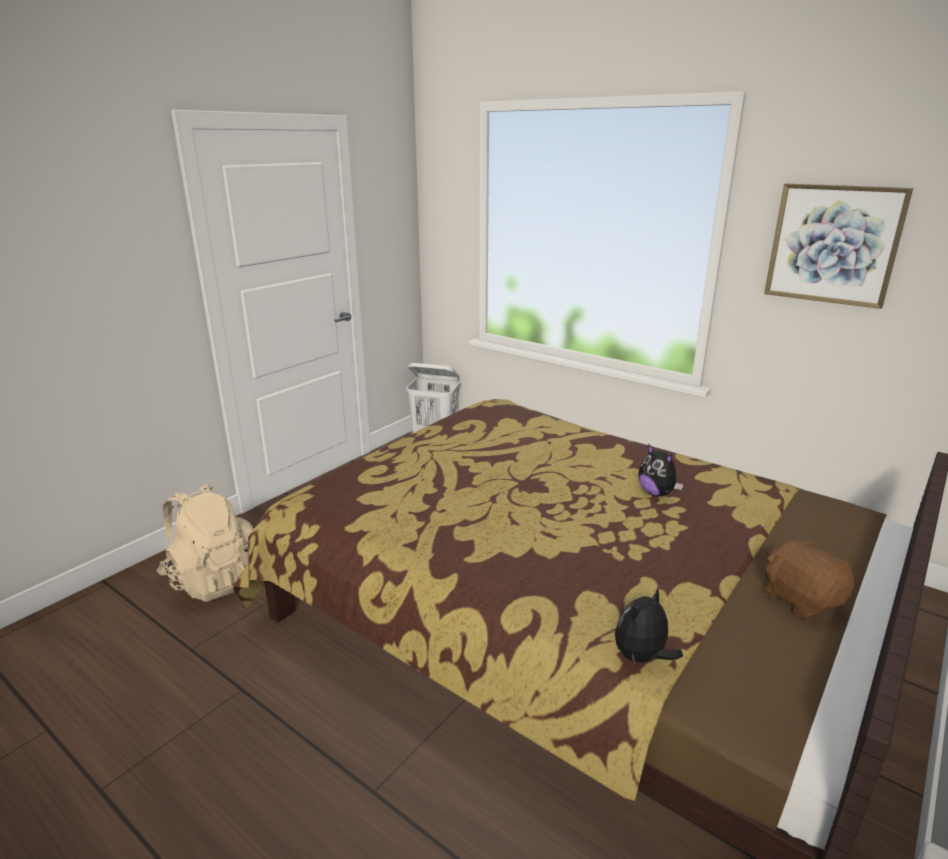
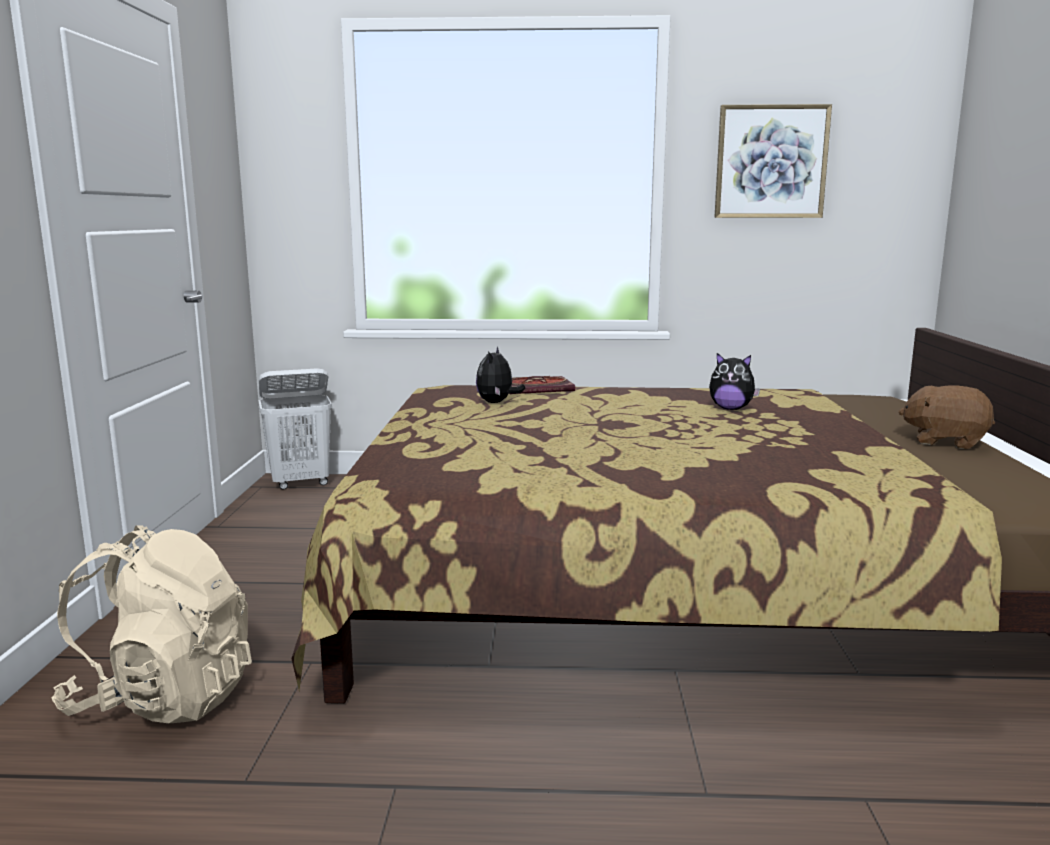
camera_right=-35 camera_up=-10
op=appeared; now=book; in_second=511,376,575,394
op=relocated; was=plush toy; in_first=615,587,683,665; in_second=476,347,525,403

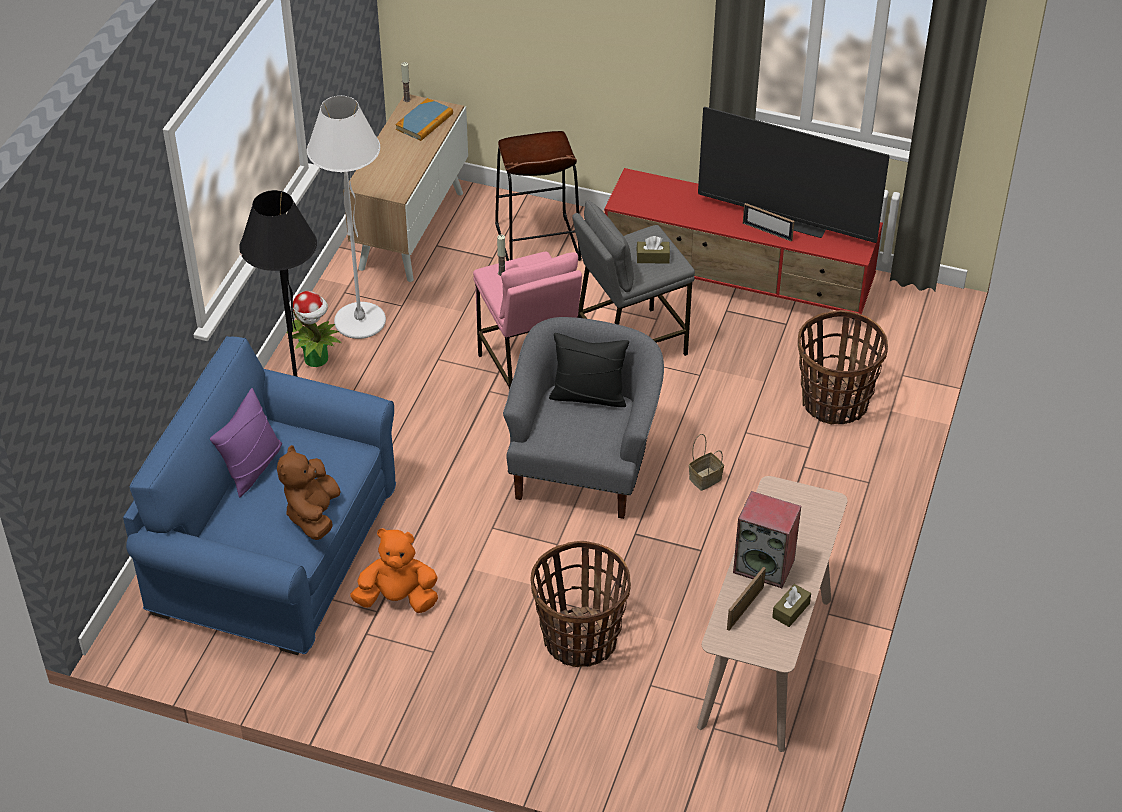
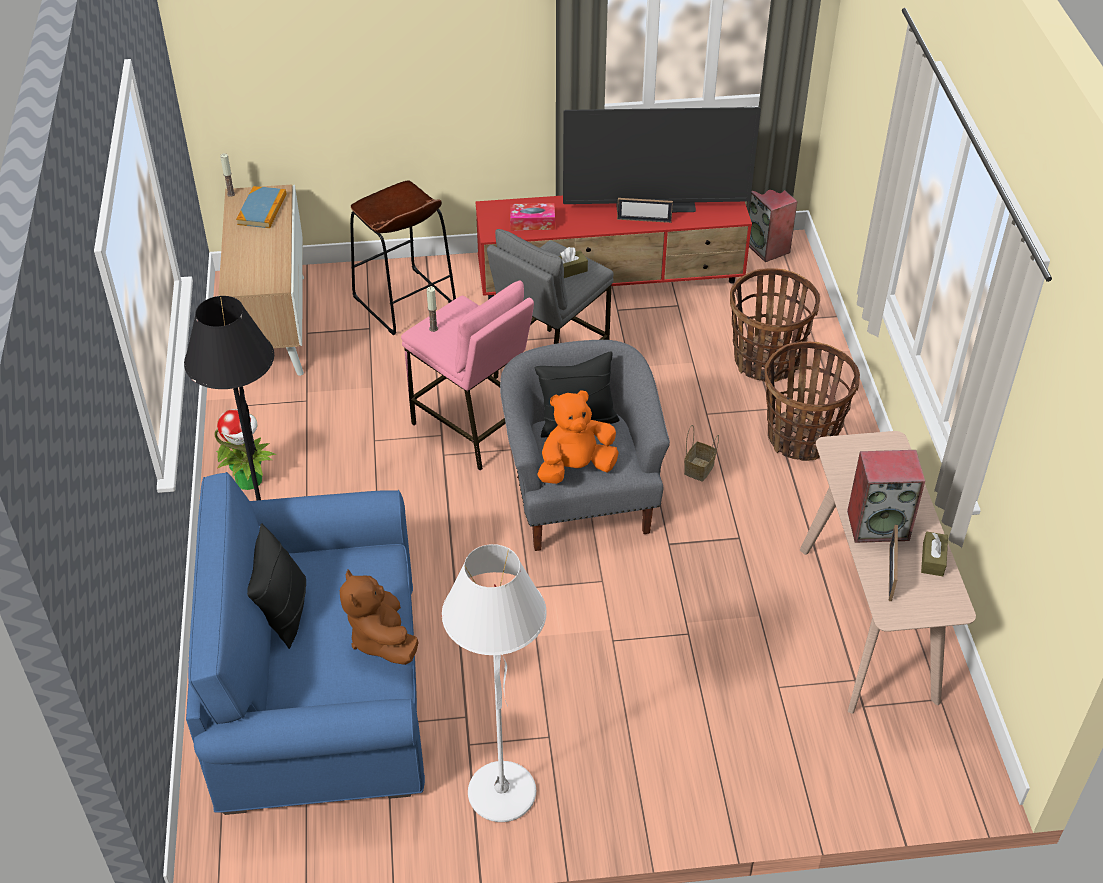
camera_right=-25 camera_up=0
op=appeared; now=tissue box; in_second=510,203,555,230
op=appeared; now=speaker; in_second=746,190,798,262
op=relocated; was=white floor lamp; in_first=307,96,386,339; in_second=442,544,547,822
op=relocated; was=orange plush toy; in_first=350,528,438,613; in_second=537,390,619,484
op=relocated; was=basket; in_first=530,541,631,667; in_second=765,341,860,461
op=colour; was=purple pillow; now=black pillow; in_first=210,388,282,497; in_second=247,523,306,649

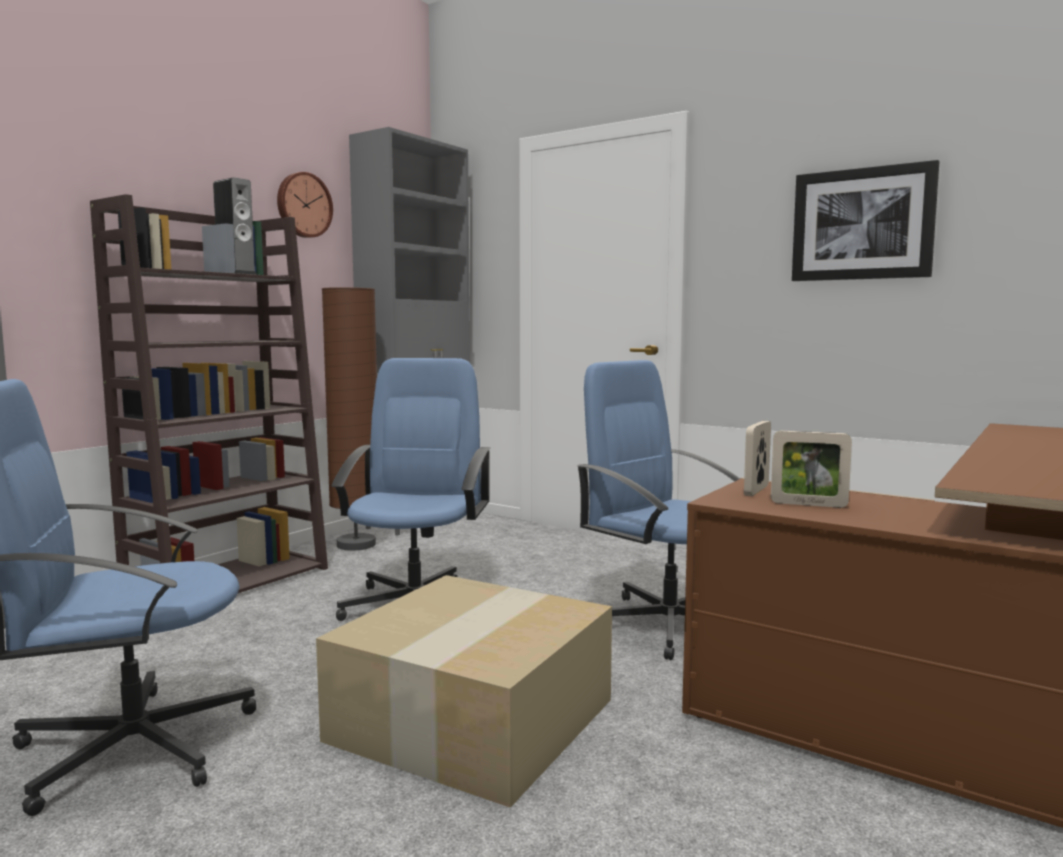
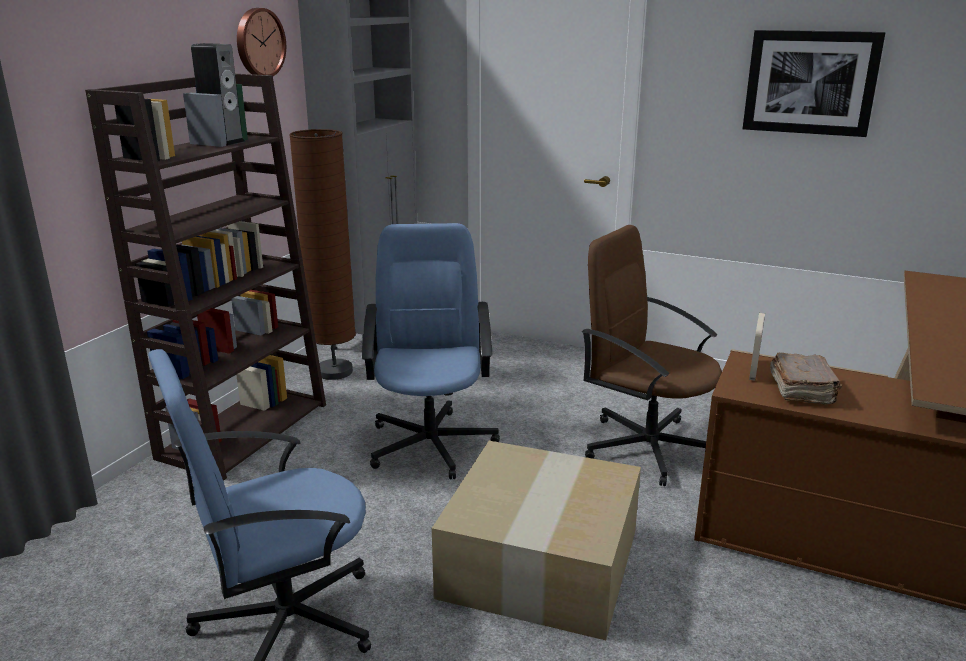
camera_right=-10 camera_up=15
op=exchanged; was=picture frame; now=brown book; in_first=771,431,852,508; in_second=770,352,842,405
op=colour; was=blue office chair; now=brown office chair; in_first=577,360,740,660; in_second=582,225,722,486

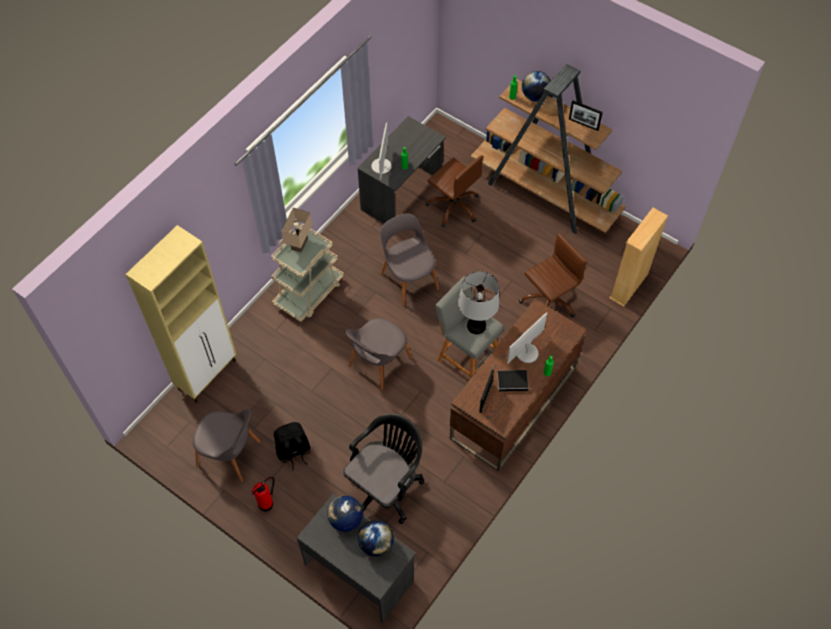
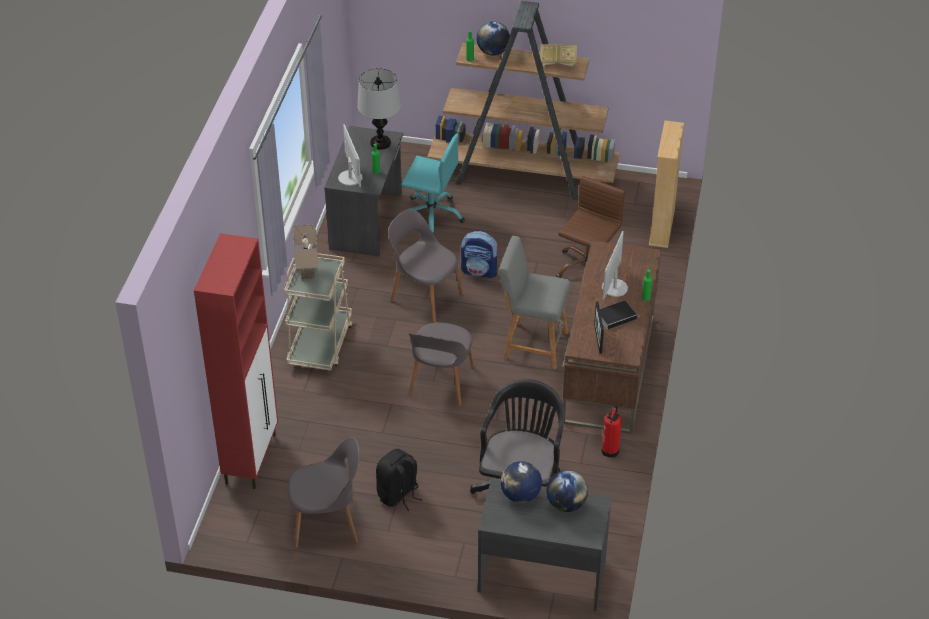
camera_right=-25 camera_up=-15
op=appeared; now=backpack; in_second=461,231,499,279
op=relocated; was=fire extinguisher; in_first=251,476,275,511; in_second=602,404,622,458
op=relocated; was=table lamp; in_first=458,271,499,334; in_second=357,68,401,149
op=exchanged; was=picture frame; now=book; in_first=569,101,603,131; in_second=540,44,577,66
op=colour; was=beige cabinet; now=red cabinet; in_first=126,225,237,403; in_second=194,233,278,489
op=colour; was=brown office chair; now=turquoise office chair; in_first=425,155,484,228; in_second=401,133,465,235

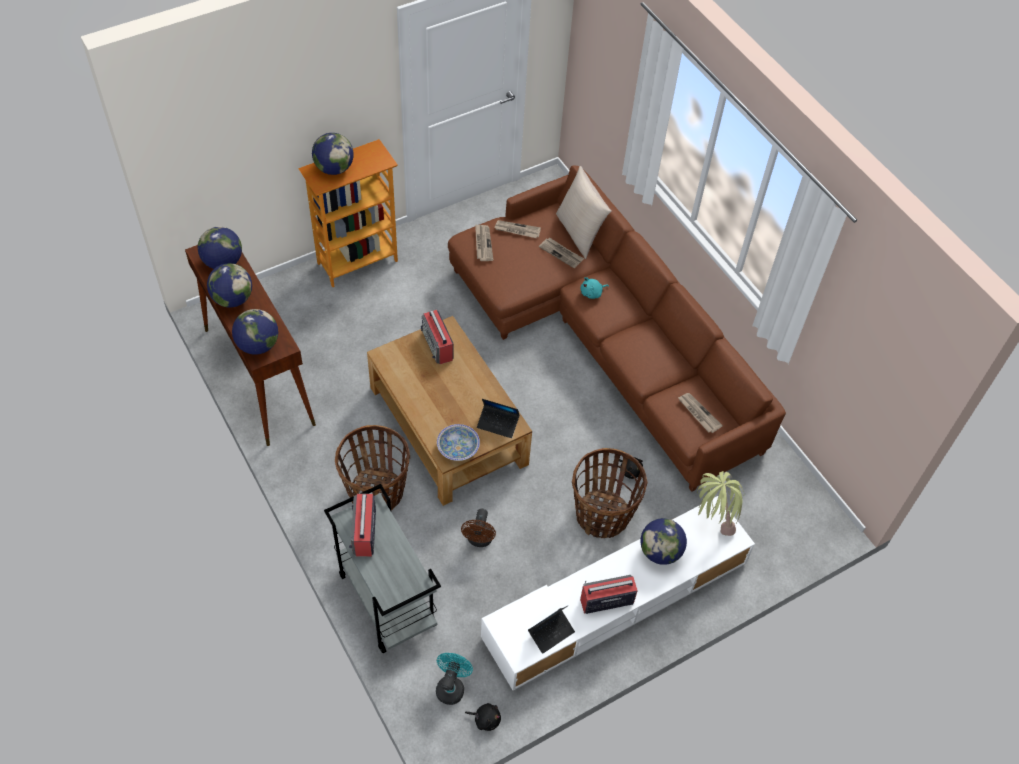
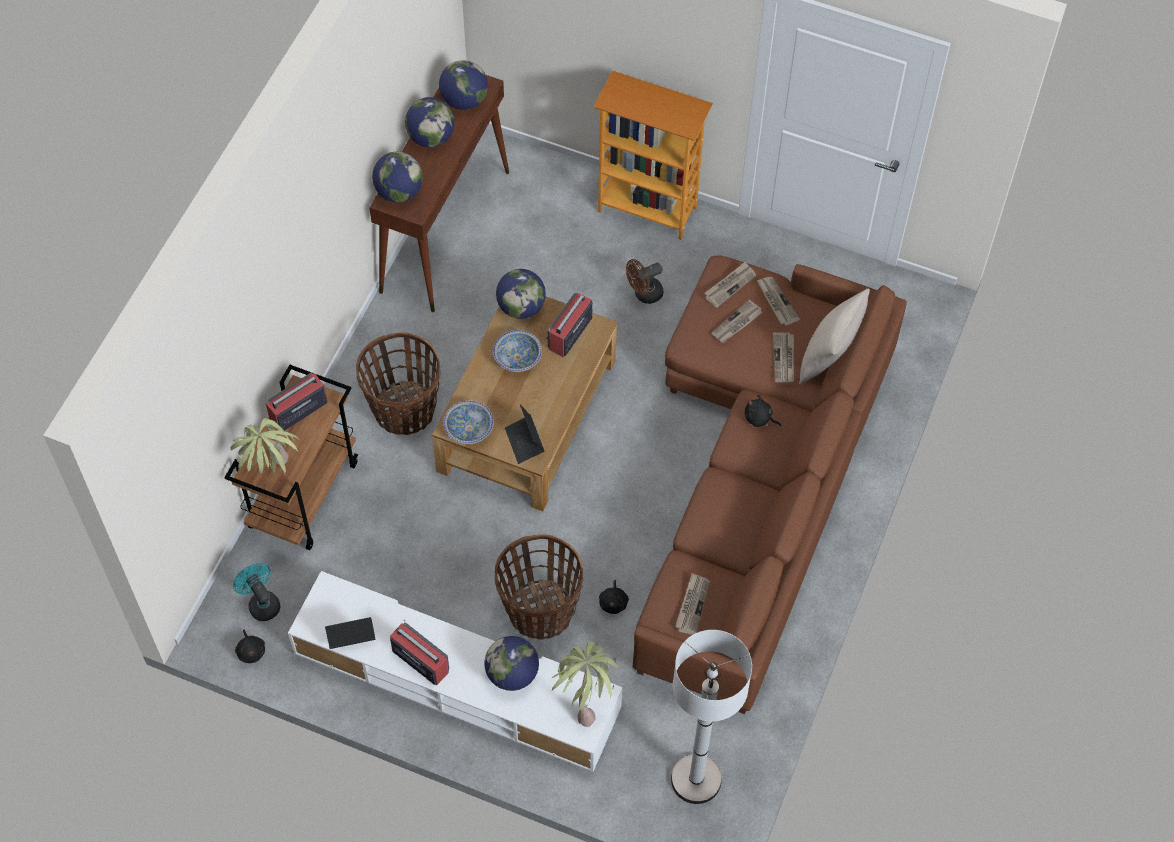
camera_right=55 camera_up=5
op=appeared; now=potted plant; in_second=230,418,301,475
op=appeared; now=bowl; in_second=493,330,542,372
op=appeared; now=white floor lamp; in_second=671,630,752,804
op=appeared; now=newspaper; in_second=711,299,763,343
op=relocated; was=globe; in_first=312,133,354,175; in_second=496,269,546,319
op=relocated; was=brown fan; in_first=461,509,496,547; in_second=626,259,664,304
op=colour; was=grey cart; now=brown cart; in_first=324,484,441,653; in_second=224,365,358,550
op=colour; was=turquoise plush toy; now=black plush toy; in_first=581,277,609,299; in_second=745,395,781,427
op=spun; was=turquoise fan; in_first=436,653,473,705; in_second=233,563,280,621; clockwise=-105
op=spun; was=laptop; in_first=528,606,575,654; in_second=325,617,375,649; clockwise=150

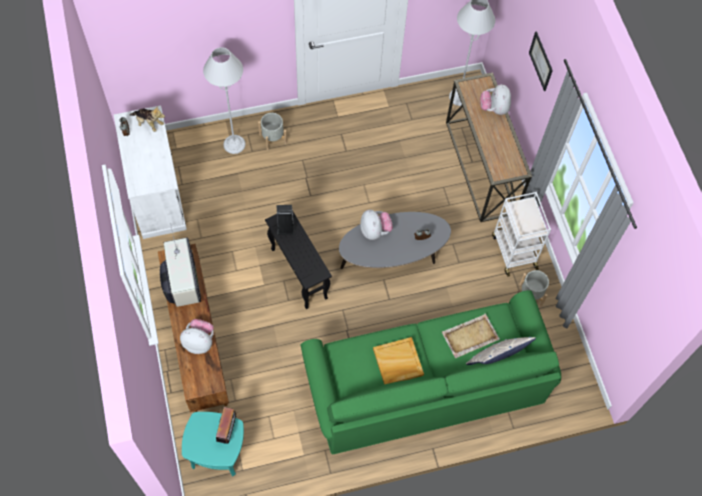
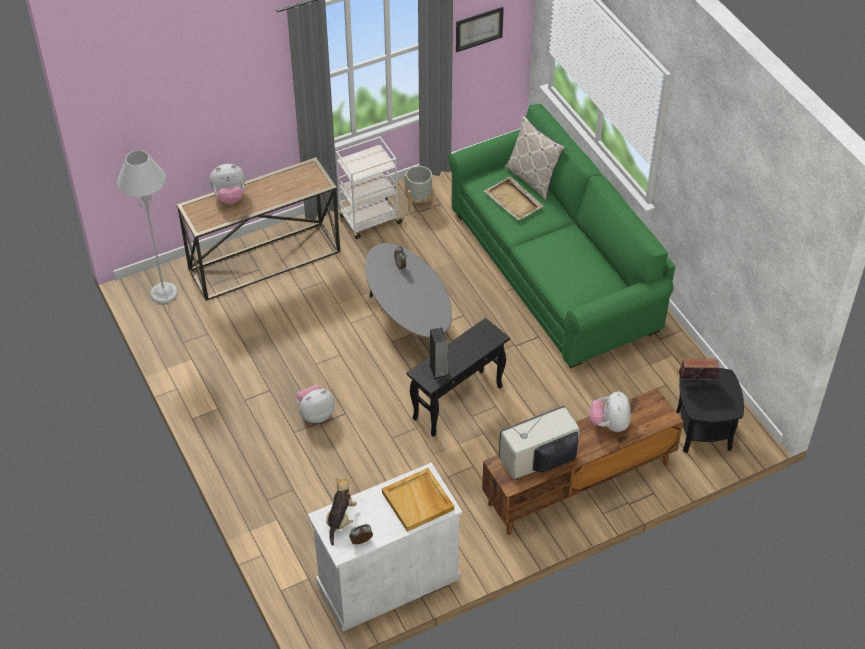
camera_right=-100 camera_up=-15
op=missing; was=grey floor lamp; in_first=203,47,246,154
op=missing; was=grey planter; in_first=258,113,287,151
op=relocated; was=plush toy; in_first=360,210,393,240; in_second=296,385,335,423
op=relocated; was=beige tray; in_first=373,337,424,384; in_second=382,468,454,532
op=relocated; was=picture; in_first=529,31,553,91; in_second=456,7,504,52
op=colour; was=turquoise side table; now=black side table; in_first=182,412,244,477; in_second=676,368,744,453

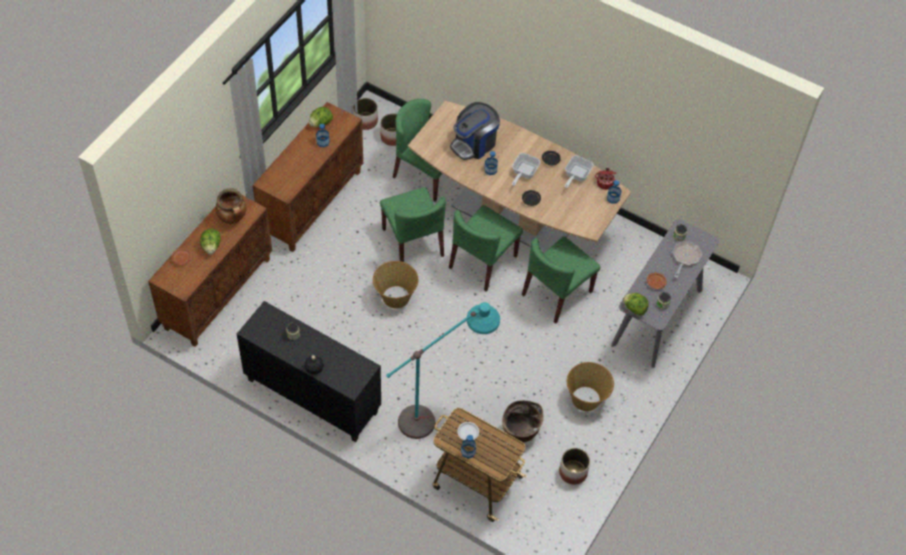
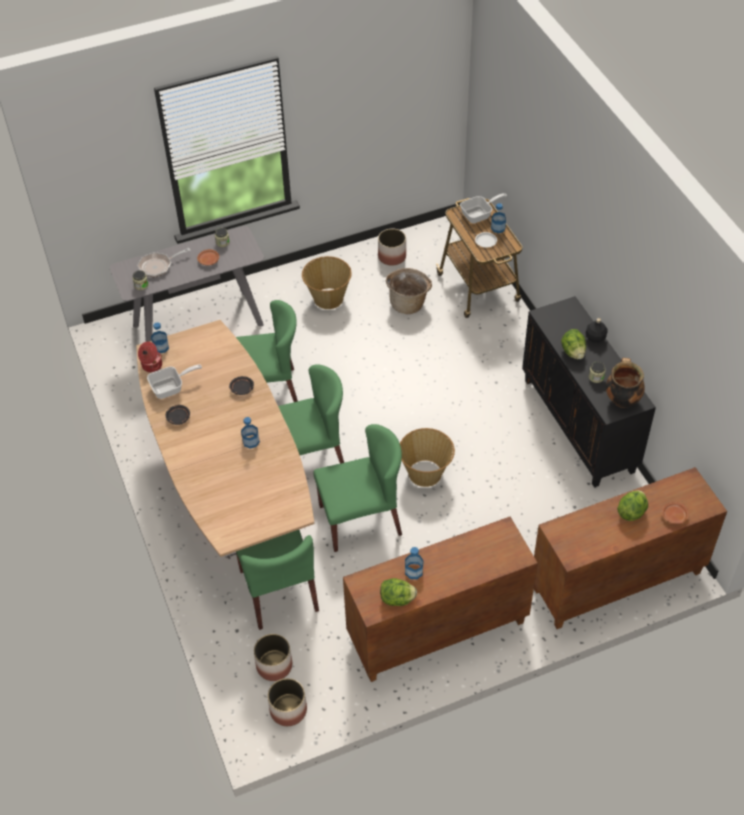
camera_right=-140 camera_up=-5
op=missing; was=turquoise floor lamp; in_first=386,302,500,439
op=missing; was=coffee machine; in_first=450,102,500,160
op=relocated; was=cooking pot; in_first=216,188,246,224; in_second=606,358,645,408
op=relocated; was=frying pan; in_first=512,153,541,186; in_second=460,193,507,223
op=relocated; was=lettuce; in_first=623,293,649,316; in_second=561,329,586,359
op=spun; was=green chair; in_first=380,187,446,262; in_second=313,424,402,552; clockwise=60

